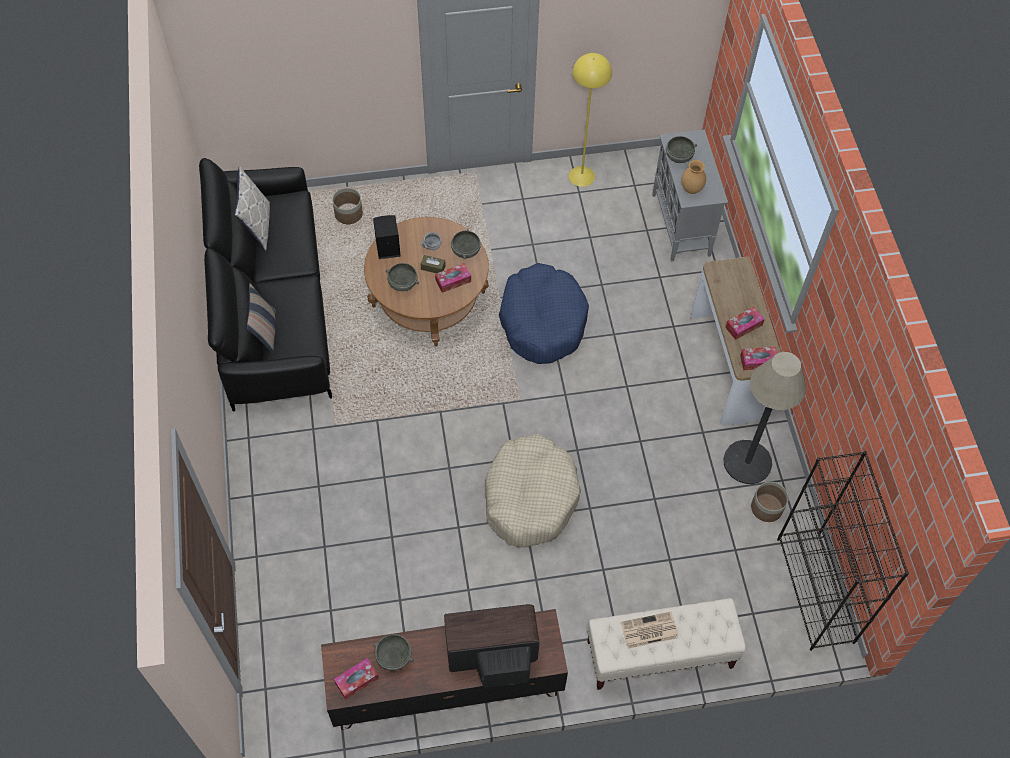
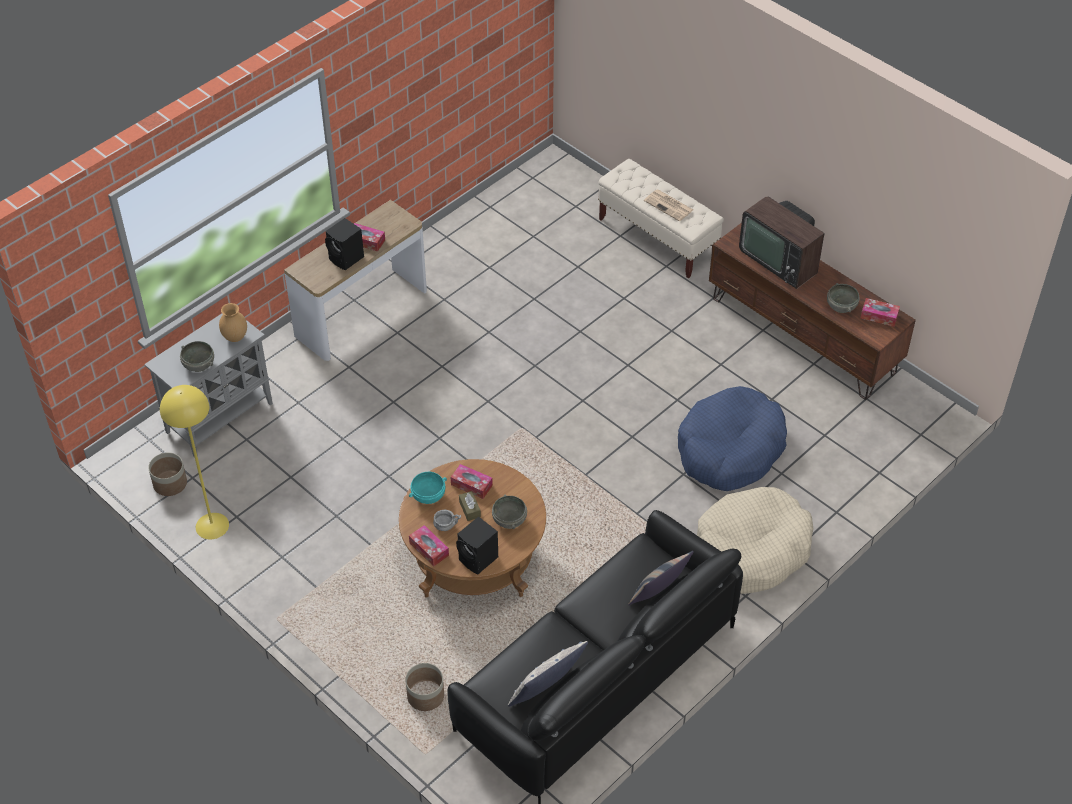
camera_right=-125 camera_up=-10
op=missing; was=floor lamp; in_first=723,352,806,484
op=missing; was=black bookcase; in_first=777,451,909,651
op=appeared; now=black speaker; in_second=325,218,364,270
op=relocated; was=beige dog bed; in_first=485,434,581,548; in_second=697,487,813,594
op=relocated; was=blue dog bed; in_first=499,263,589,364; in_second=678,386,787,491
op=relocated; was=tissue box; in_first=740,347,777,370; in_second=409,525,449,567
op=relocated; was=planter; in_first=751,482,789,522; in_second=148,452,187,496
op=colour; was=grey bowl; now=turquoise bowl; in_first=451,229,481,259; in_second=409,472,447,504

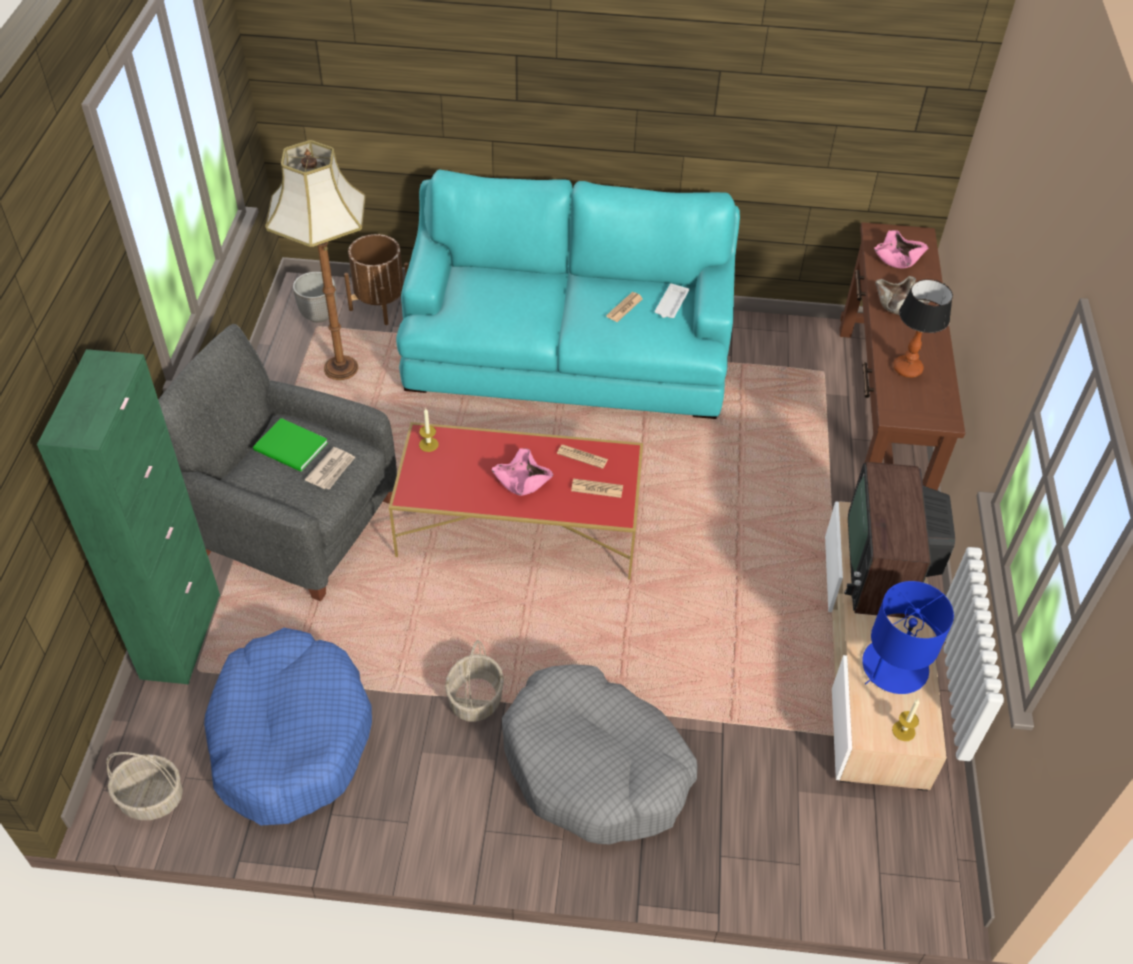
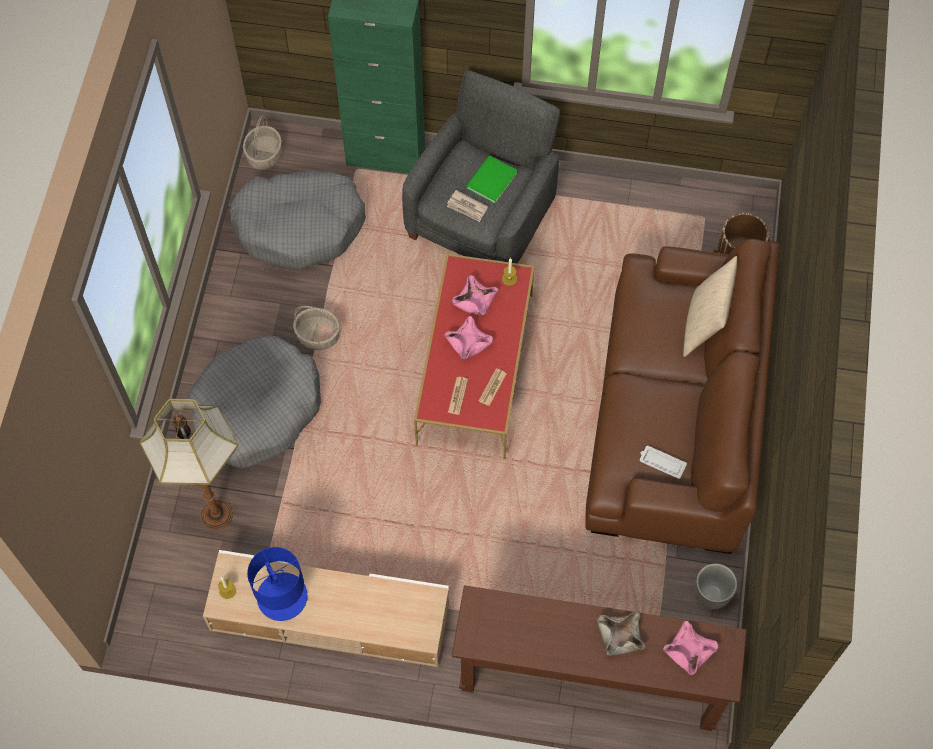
camera_right=95 camera_up=15
op=missing; was=newspaper; in_first=606,292,643,322
op=missing; was=television; in_first=844,462,955,618
op=missing; was=table lamp; in_first=893,279,953,378
op=appeared; now=pink bowl; in_second=452,275,498,315
op=appeared; now=beige pillow; in_second=683,256,737,357
op=relocated; was=floor lamp; in_first=265,140,366,380; in_second=140,399,238,530
op=relocated; was=planter; in_first=293,272,336,323; in_second=694,563,737,609
op=colour; was=blue dog bed; now=grey dog bed; in_first=204,628,372,825; in_second=230,171,366,269
op=colour; was=turquoise sofa; now=brown sofa; in_first=396,170,740,419; in_second=585,239,780,554

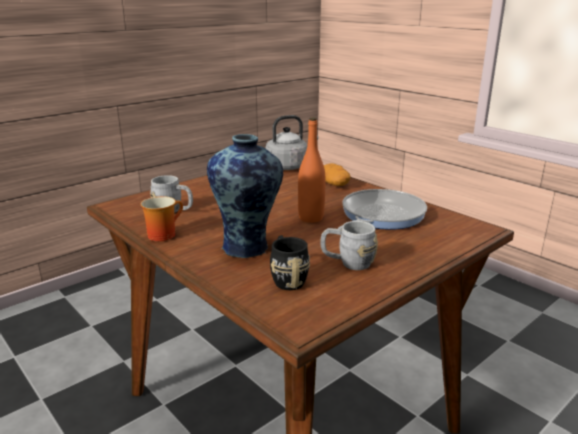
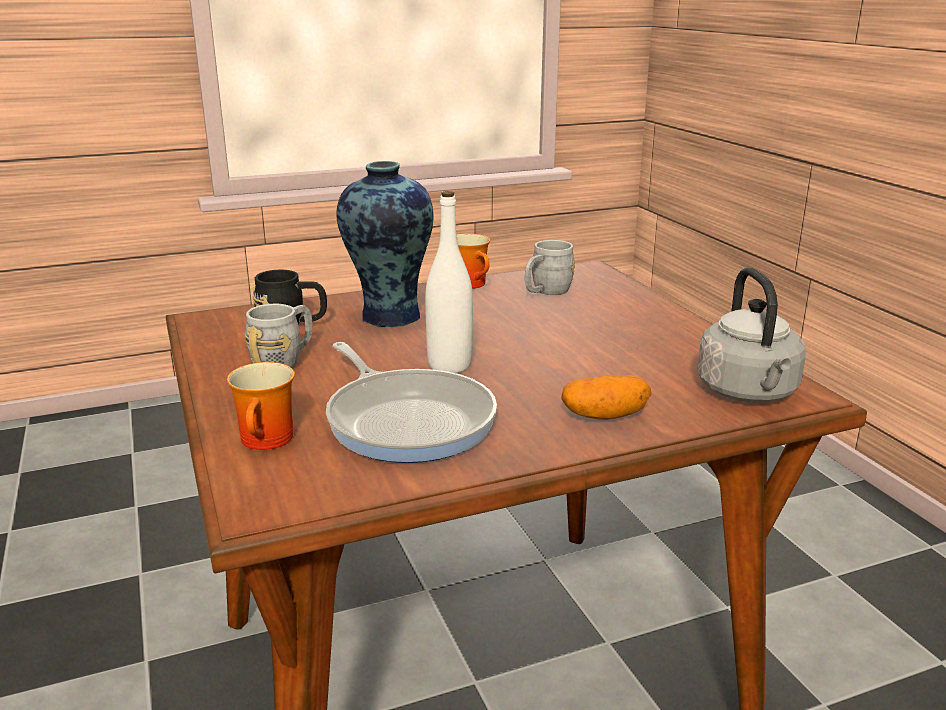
camera_right=110 camera_up=0
op=appeared; now=mug; in_second=227,362,295,450
op=colour; was=orange bottle; now=white bottle; in_first=298,117,326,223; in_second=425,191,473,373

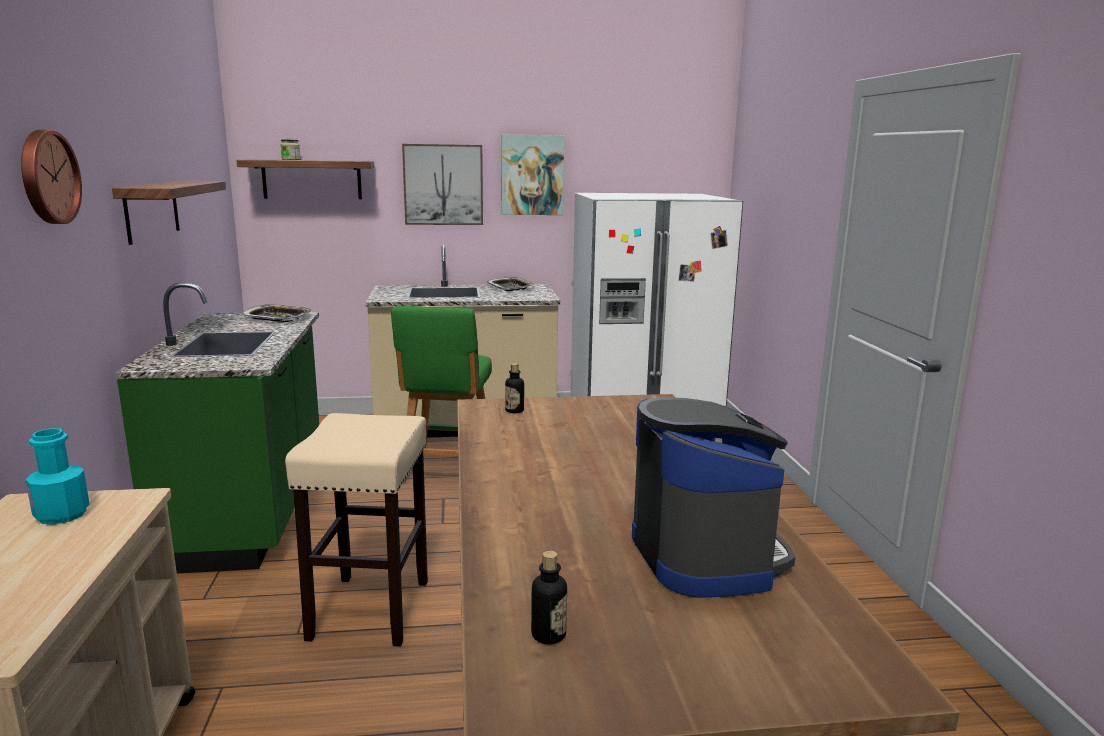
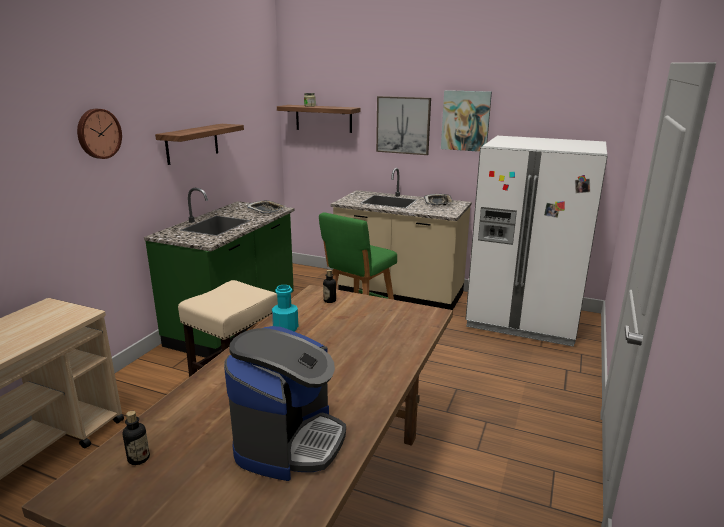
camera_right=30 camera_up=5
op=relocated; was=turquoise bottle; in_first=25,428,89,525; in_second=272,285,298,332

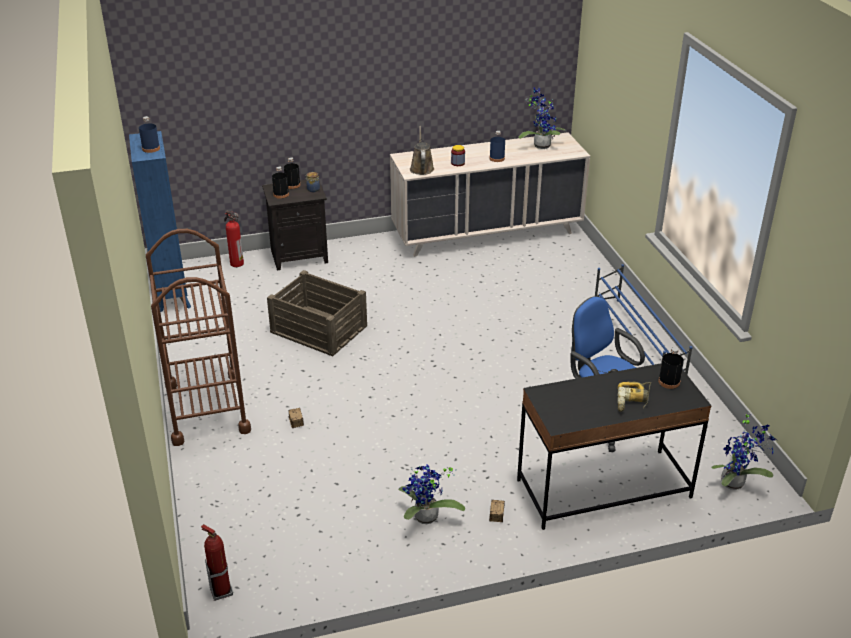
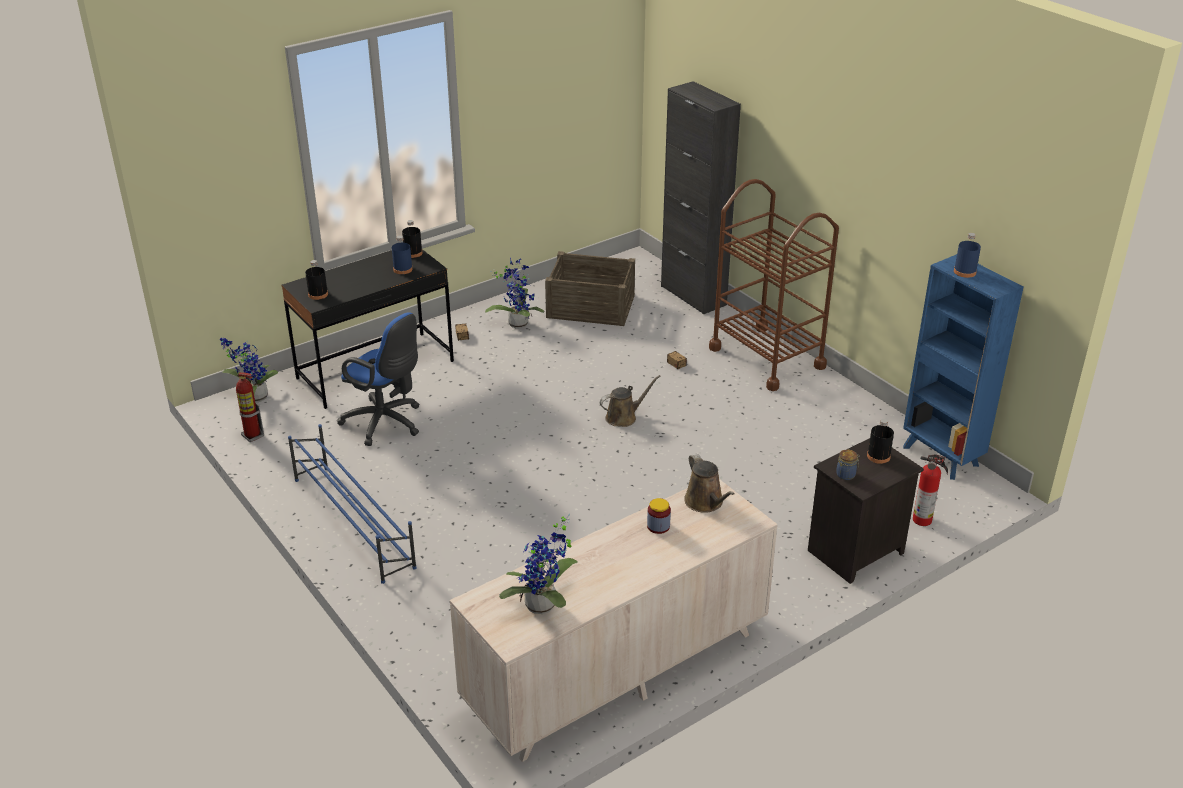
camera_right=160 camera_up=0
op=missing; was=power drill; in_first=618,382,651,412
op=appeared; now=brown watering can; in_second=600,375,661,427
op=appeared; now=black cabinet; in_second=661,81,741,314
op=relocated; was=fire extinguisher; in_first=201,524,233,601; in_second=236,372,264,442
op=relocated; was=crate; in_first=267,270,367,356; in_second=545,251,635,326
op=relocated; was=black bottle; in_first=284,157,300,189; in_second=402,220,422,258
op=relocated; was=blue bottle; in_first=490,131,505,162; in_second=392,236,413,274

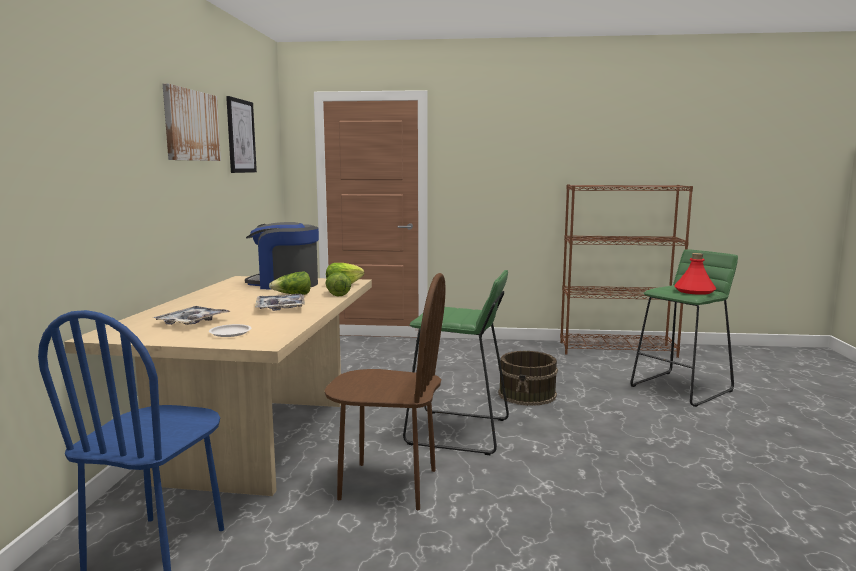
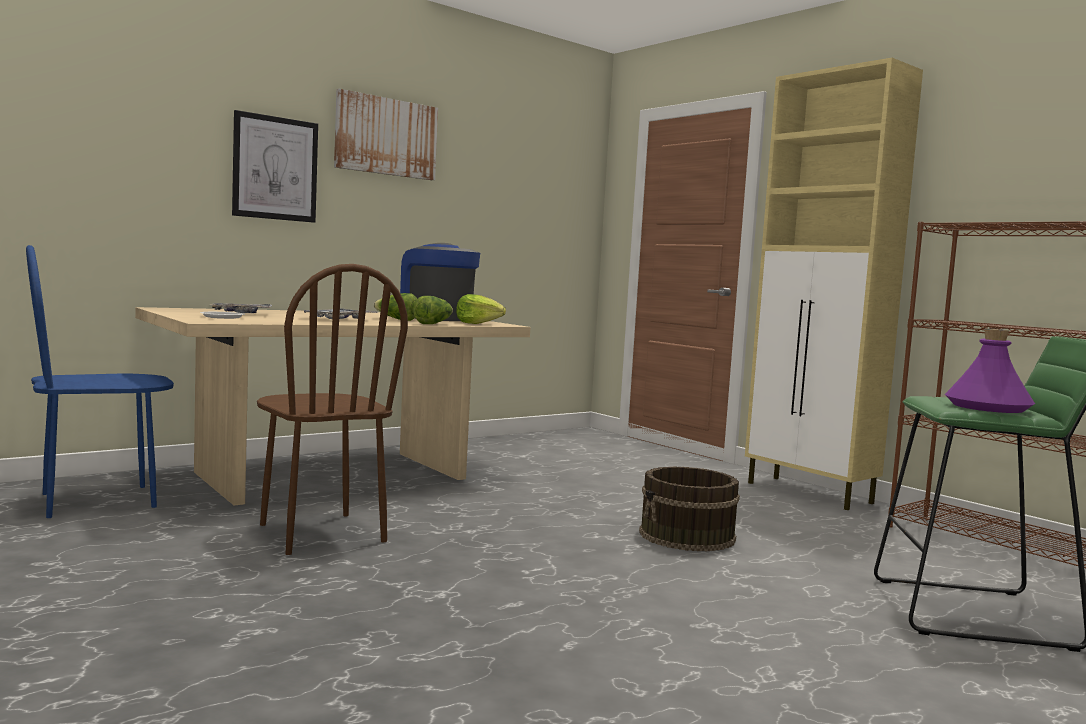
camera_right=45 camera_up=-5
op=missing; was=green stool; in_first=403,270,509,455
op=appeared; now=beige cabinet; in_second=745,58,923,510
op=relocated; was=picture; in_first=226,96,257,173; in_second=232,110,318,223
op=colour; was=red bottle; now=purple bottle; in_first=674,253,716,295; in_second=945,329,1035,413

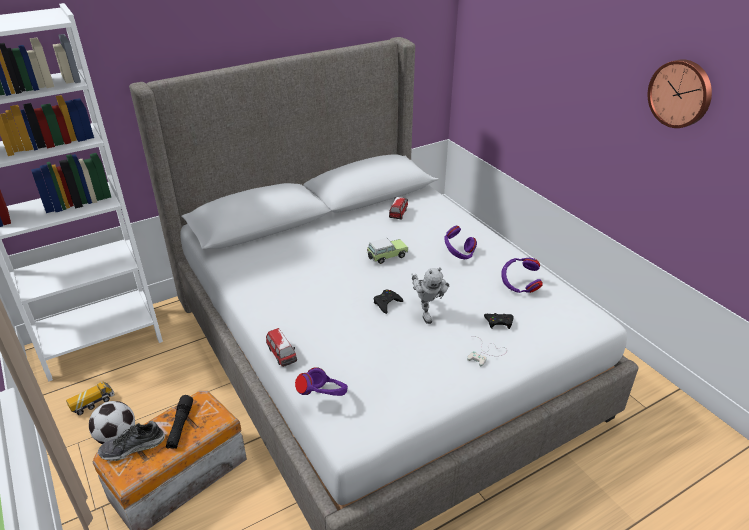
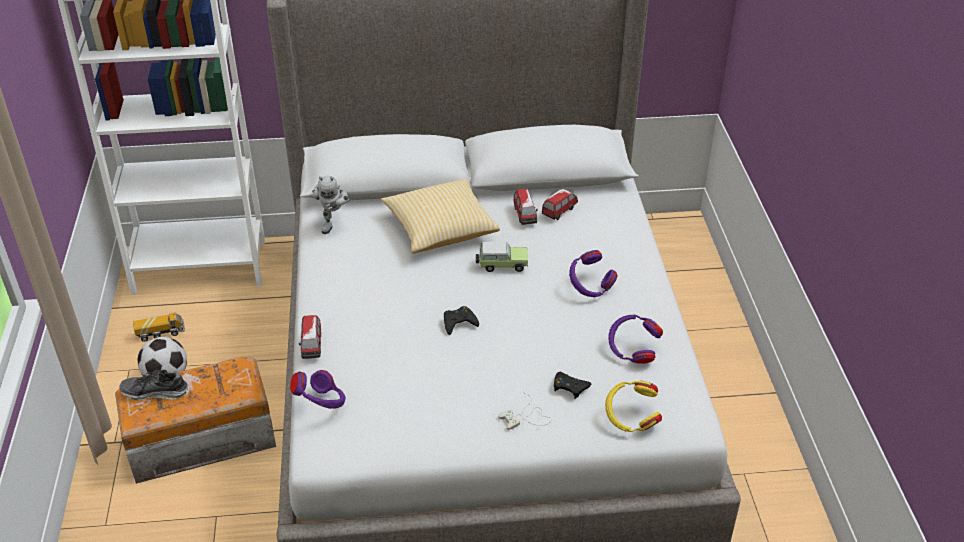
camera_right=25 camera_up=5
op=missing; was=black flashlight; in_first=166,395,193,449
op=missing; was=wall clock; in_first=648,59,712,128
op=appeared; now=pillow; in_second=381,179,500,253
op=appeared; now=toy car; in_second=514,189,538,225
op=appeared; now=yellow headphones; in_second=605,381,662,432
op=relocated; was=toy robot; in_first=411,267,450,324; in_second=312,175,350,234

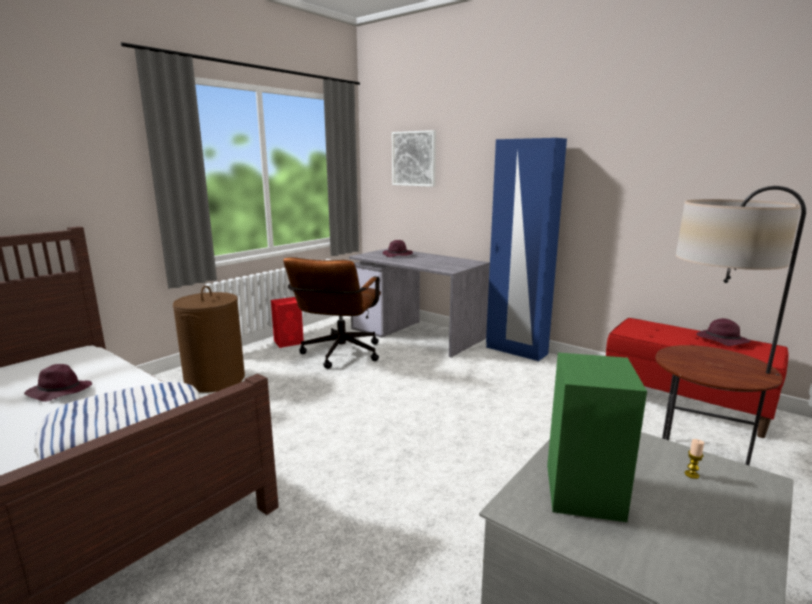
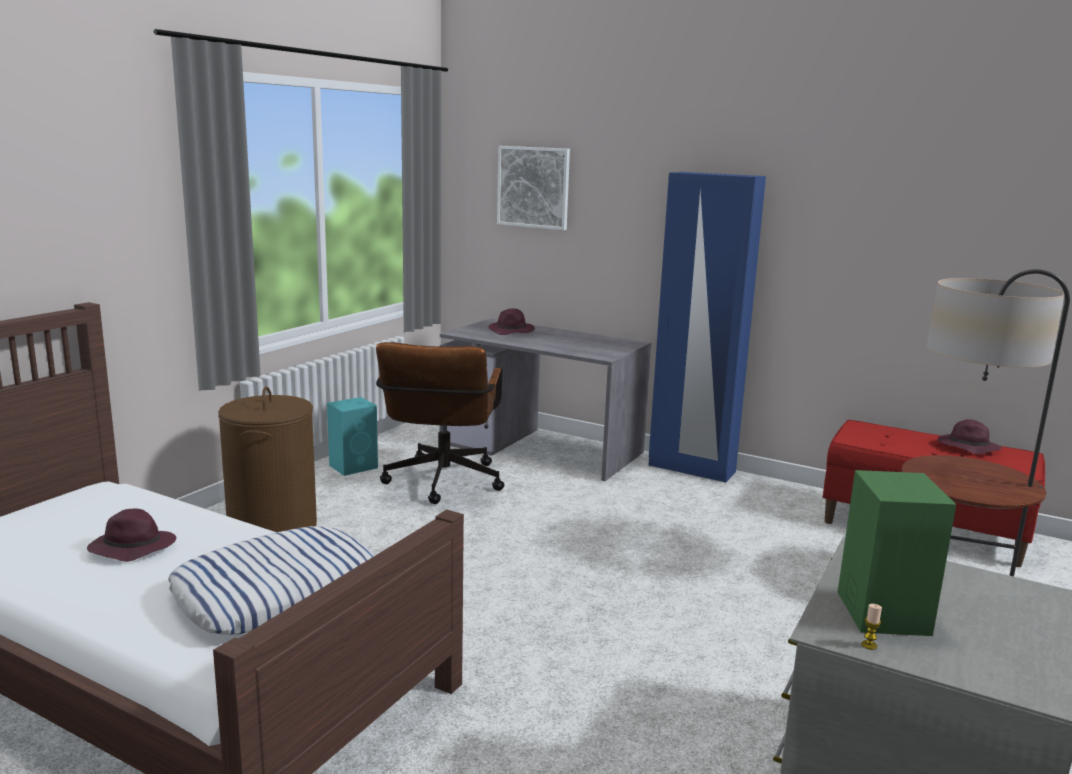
camera_right=-10 camera_up=0
op=relocated; was=candle; in_first=685,439,704,479; in_second=861,604,882,650
op=colour; was=red speaker; now=turquoise speaker; in_first=271,297,304,348; in_second=327,397,378,476

